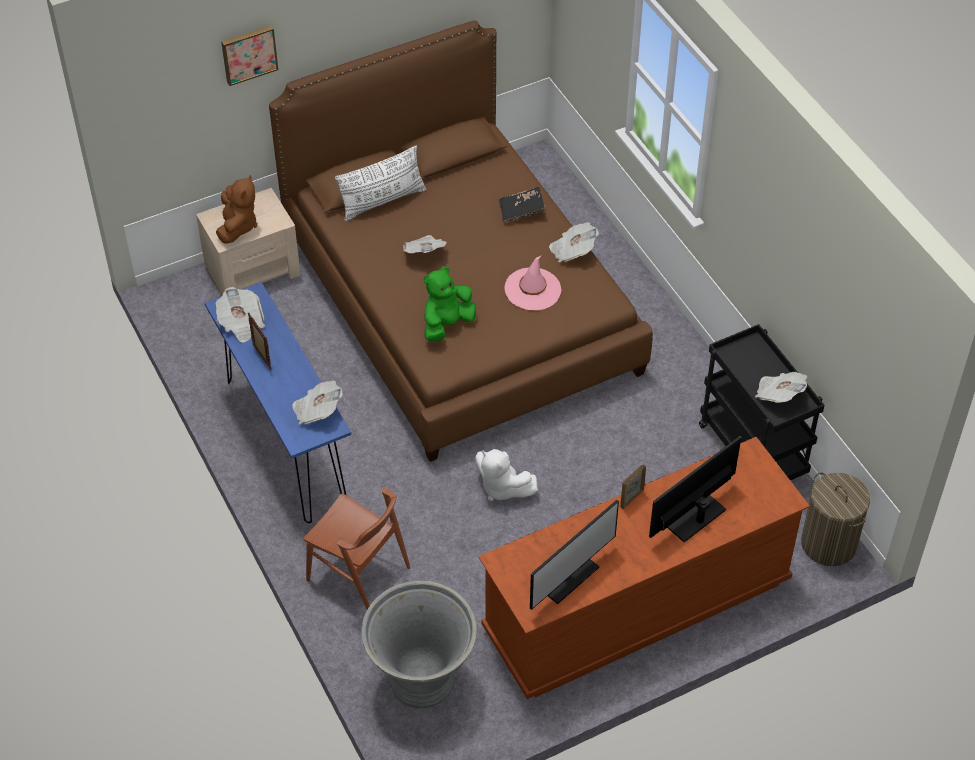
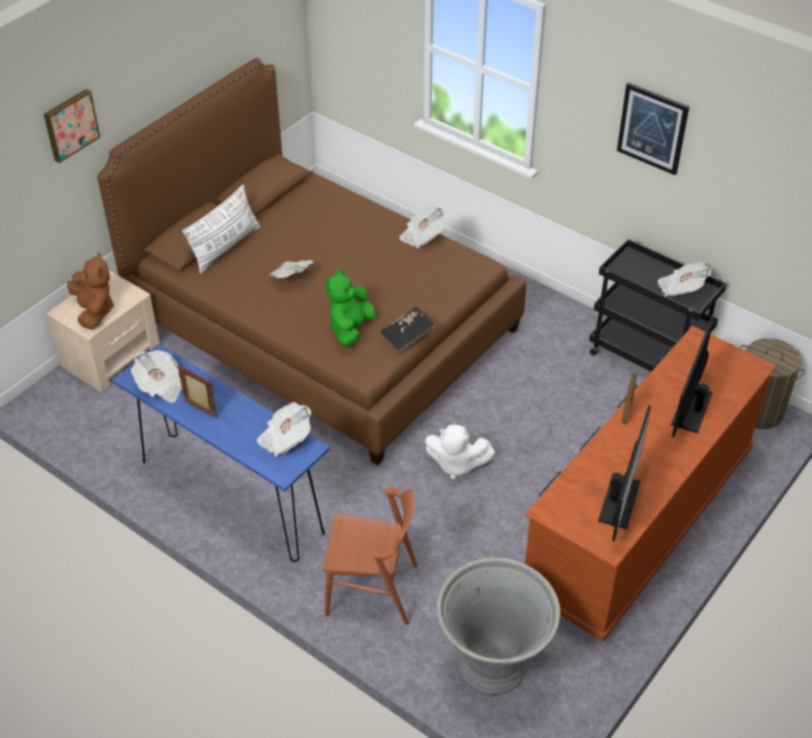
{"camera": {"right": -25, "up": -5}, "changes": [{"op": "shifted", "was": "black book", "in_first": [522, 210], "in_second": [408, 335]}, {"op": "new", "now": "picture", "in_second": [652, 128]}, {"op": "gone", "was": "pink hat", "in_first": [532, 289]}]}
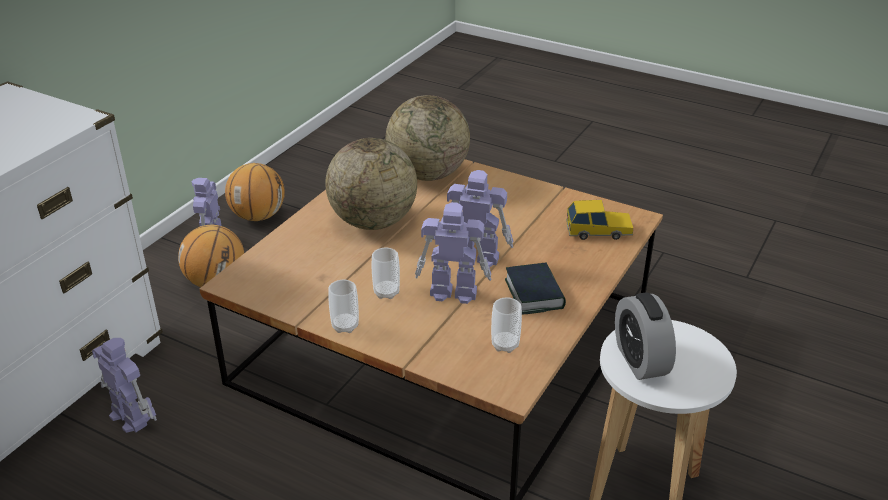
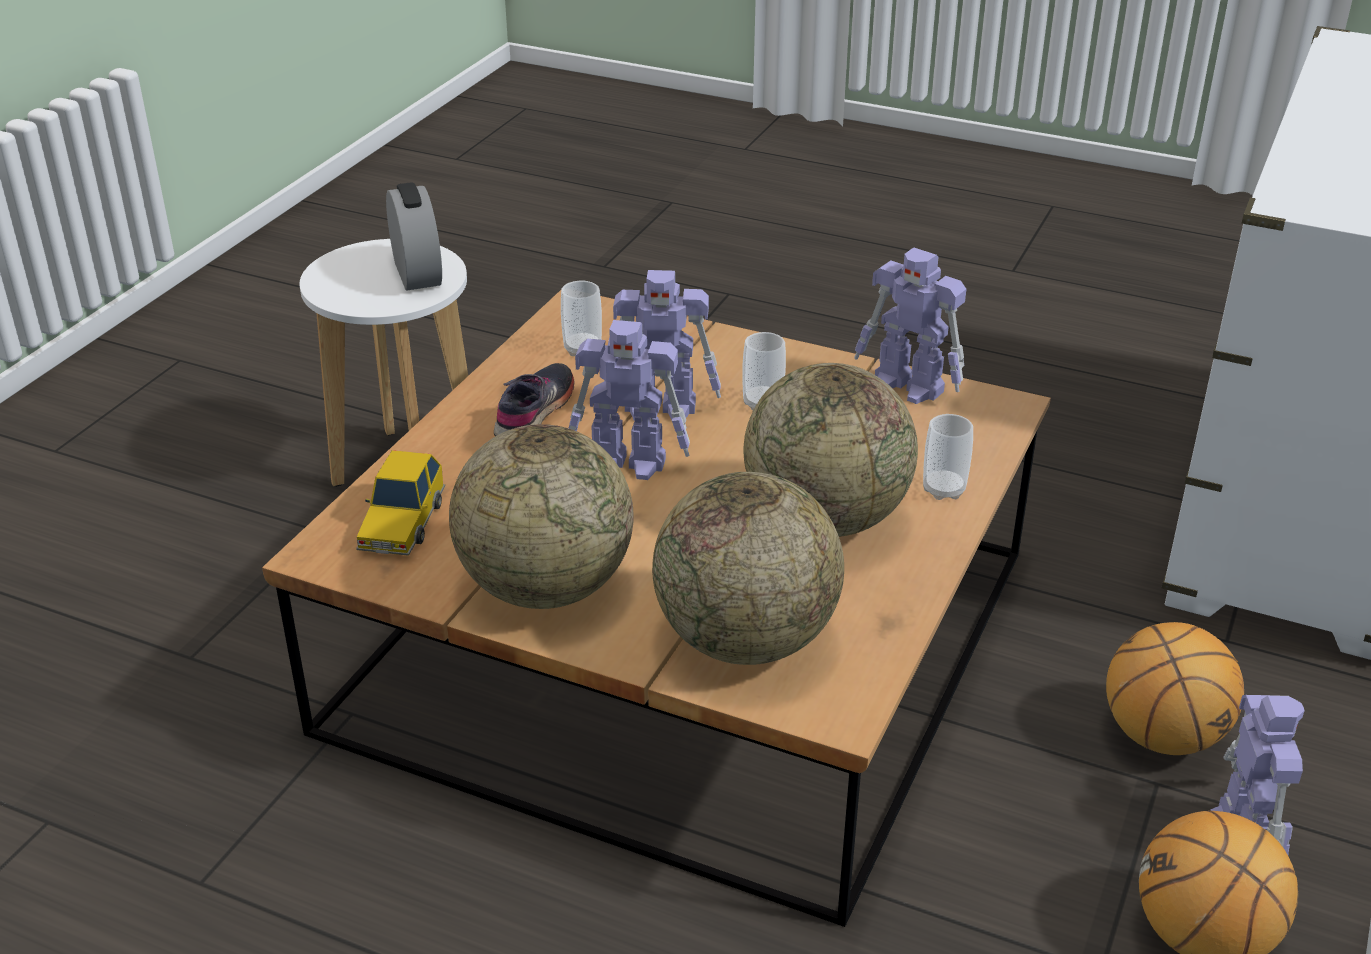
{"camera": {"right": 175, "up": 0}, "changes": [{"op": "rotated", "was": "toy car", "in_first": [598, 231], "in_second": [402, 523], "clockwise": -75}, {"op": "new", "now": "globe", "in_second": [545, 587]}, {"op": "swapped", "was": "book", "now": "grey shoe", "in_first": [534, 294], "in_second": [535, 412]}, {"op": "shifted", "was": "toy robot", "in_first": [130, 416], "in_second": [909, 387]}, {"op": "shifted", "was": "cup", "in_first": [345, 326], "in_second": [944, 489]}]}
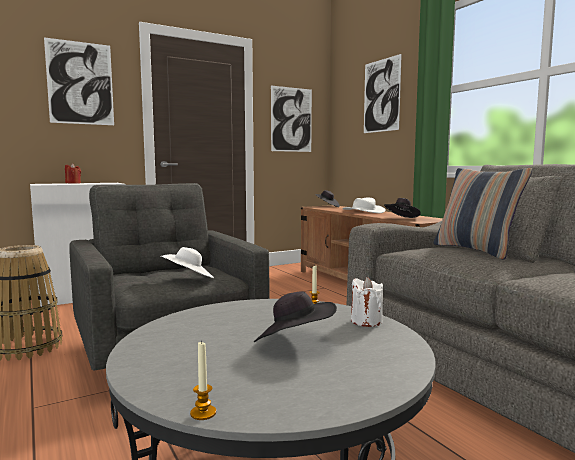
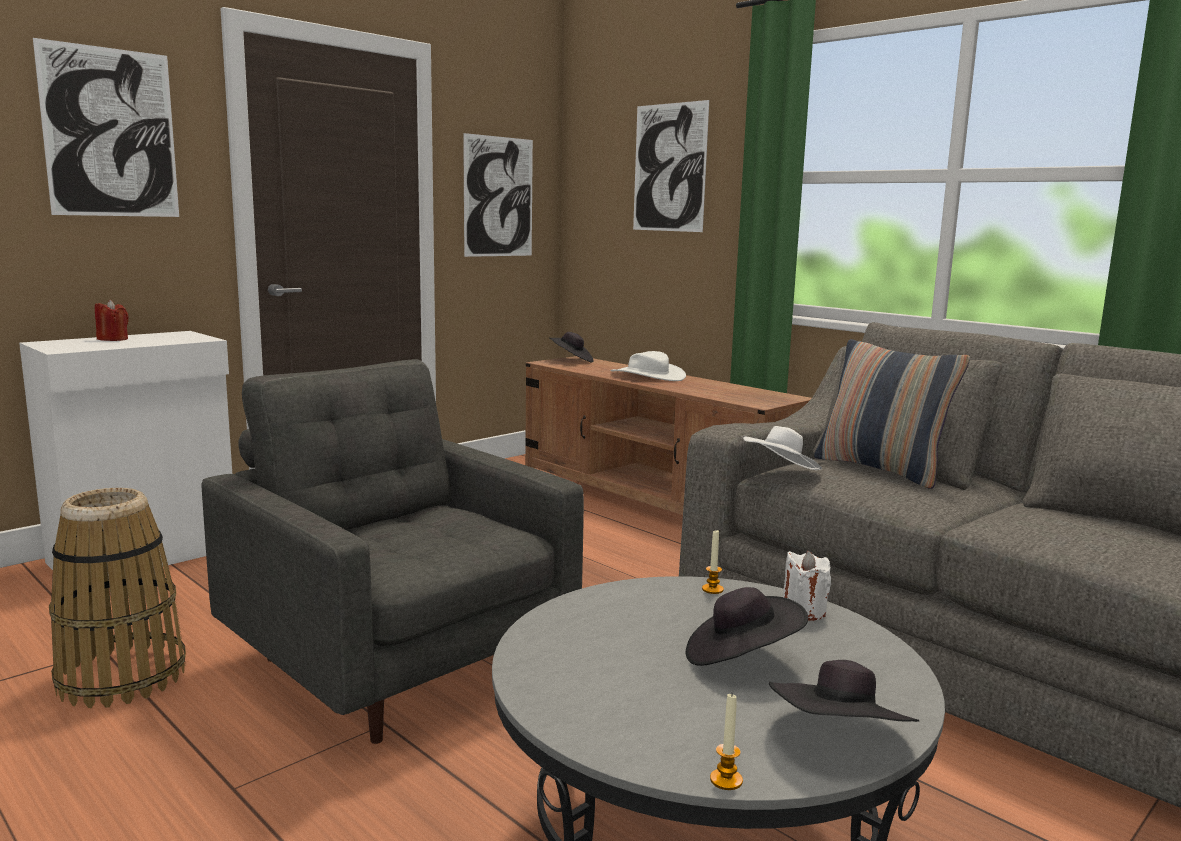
{"camera": {"right": -15, "up": 5}, "changes": [{"op": "shifted", "was": "white hat", "in_first": [189, 278], "in_second": [781, 472]}, {"op": "shifted", "was": "black hat", "in_first": [402, 219], "in_second": [840, 740]}]}
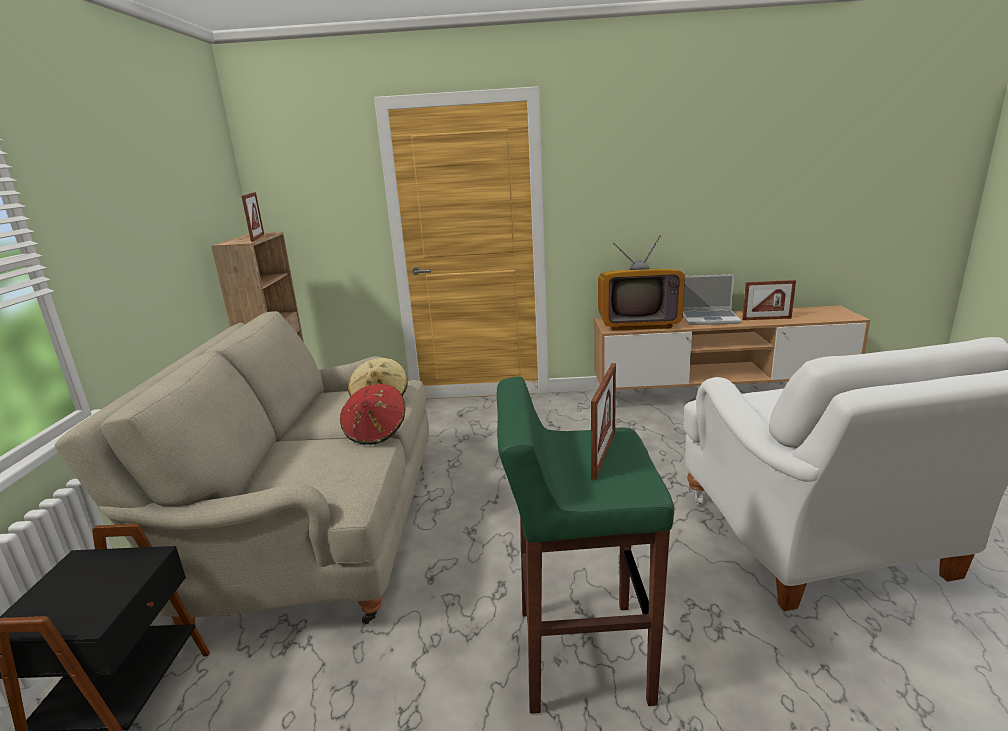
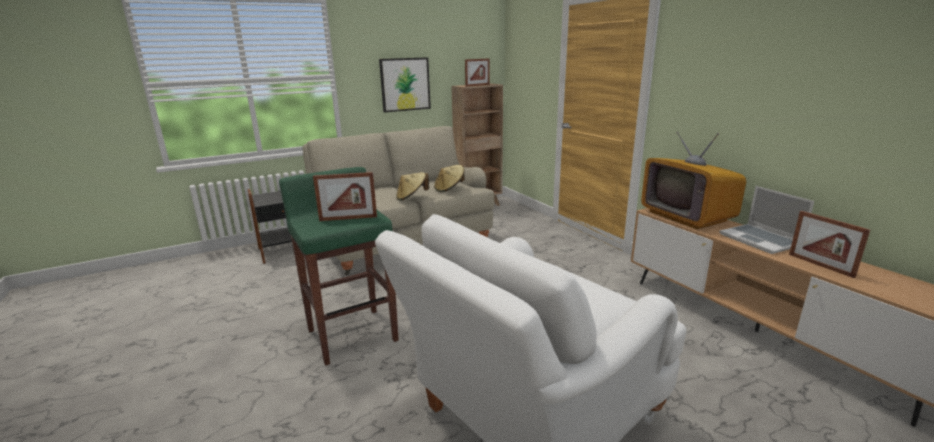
{"camera": {"right": 60, "up": 0}, "changes": [{"op": "new", "now": "picture", "in_second": [405, 84]}, {"op": "repainted", "was": "red hat", "now": "beige hat", "in_first": [376, 432], "in_second": [412, 197]}]}
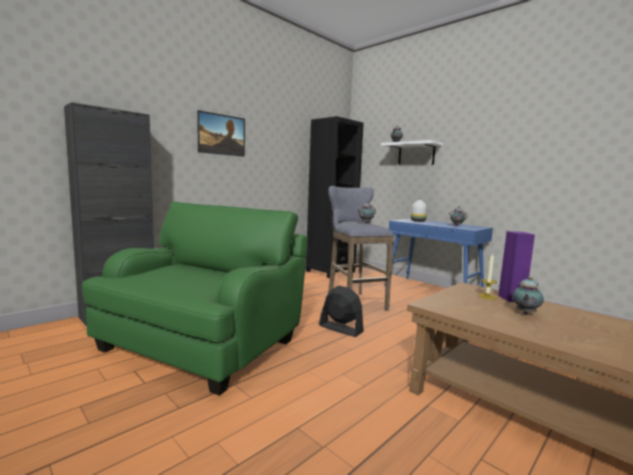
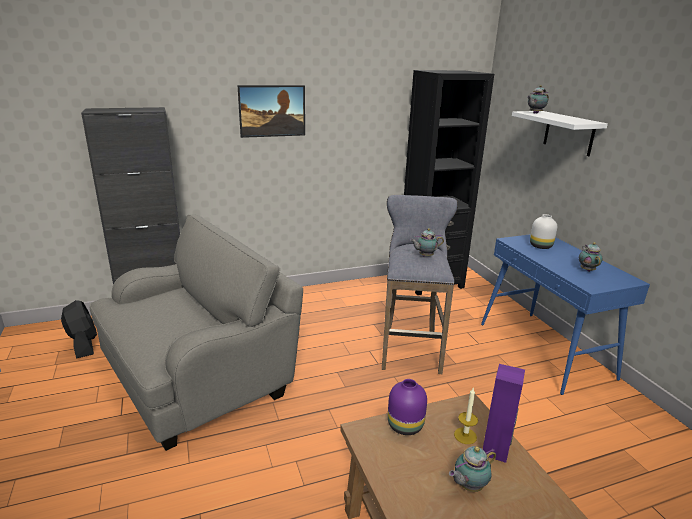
{"camera": {"right": 25, "up": 15}, "changes": [{"op": "shifted", "was": "black fan", "in_first": [340, 329], "in_second": [83, 344]}, {"op": "repainted", "was": "green armchair", "now": "grey armchair", "in_first": [204, 343], "in_second": [200, 376]}, {"op": "new", "now": "purple vase", "in_second": [406, 425]}]}
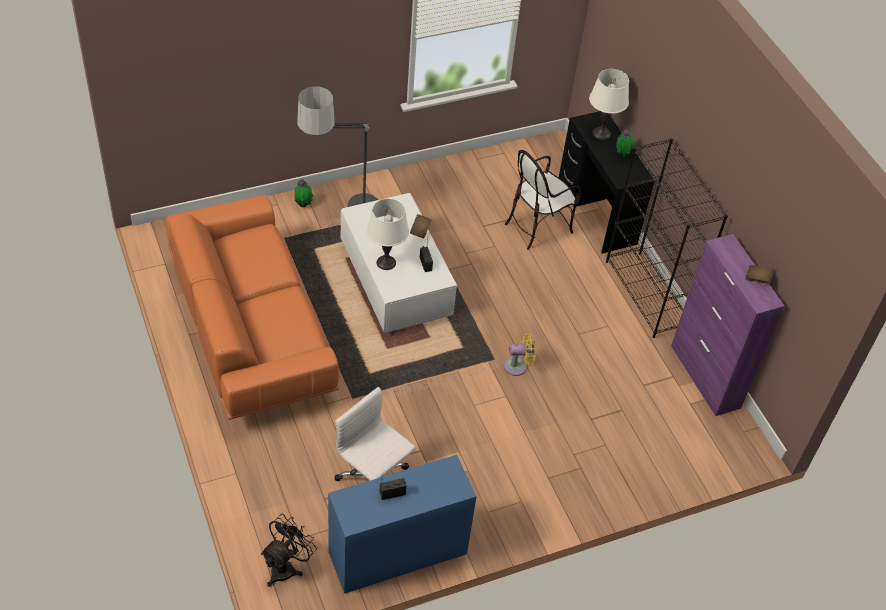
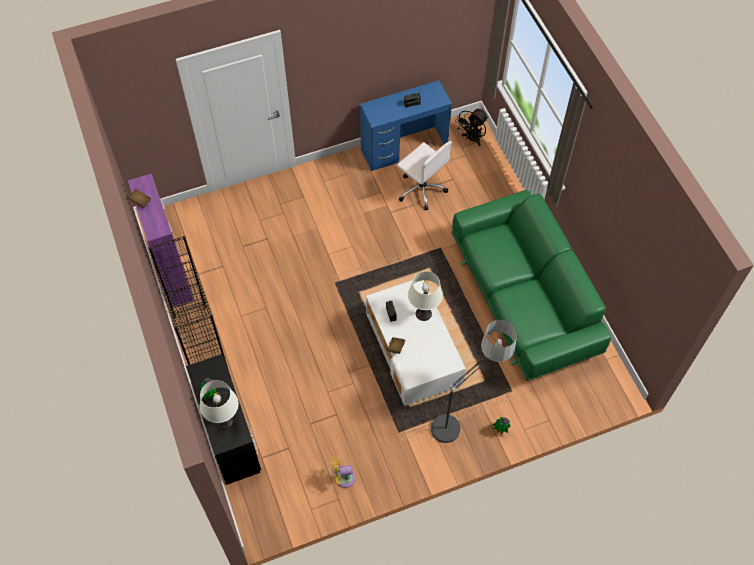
{"camera": {"right": -175, "up": 10}, "changes": [{"op": "shifted", "was": "yellow fan", "in_first": [518, 366], "in_second": [343, 478]}, {"op": "repainted", "was": "orange sofa", "now": "green sofa", "in_first": [251, 330], "in_second": [523, 300]}, {"op": "gone", "was": "chair", "in_first": [538, 226]}]}
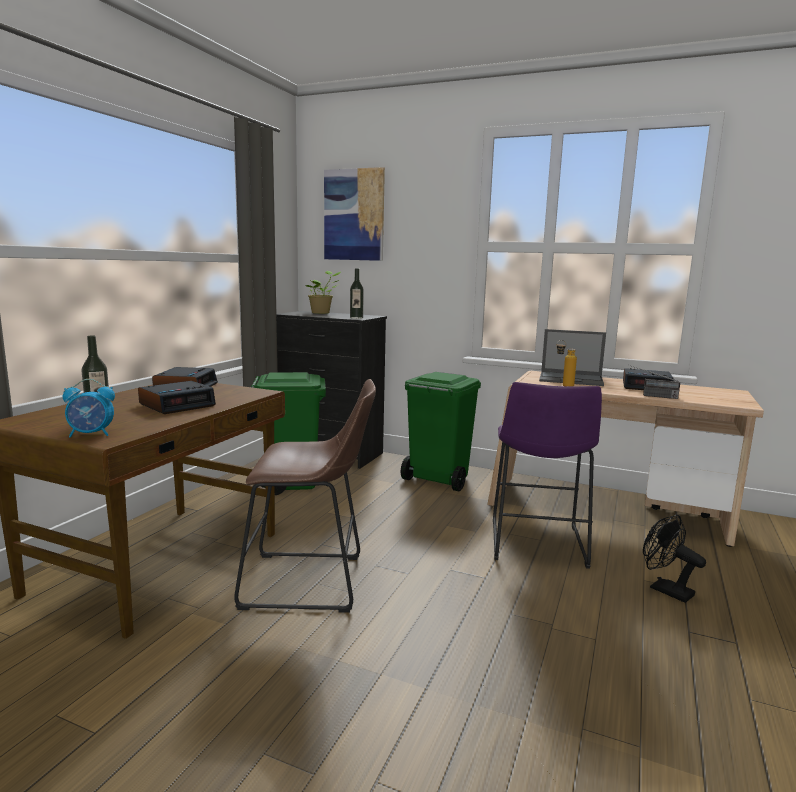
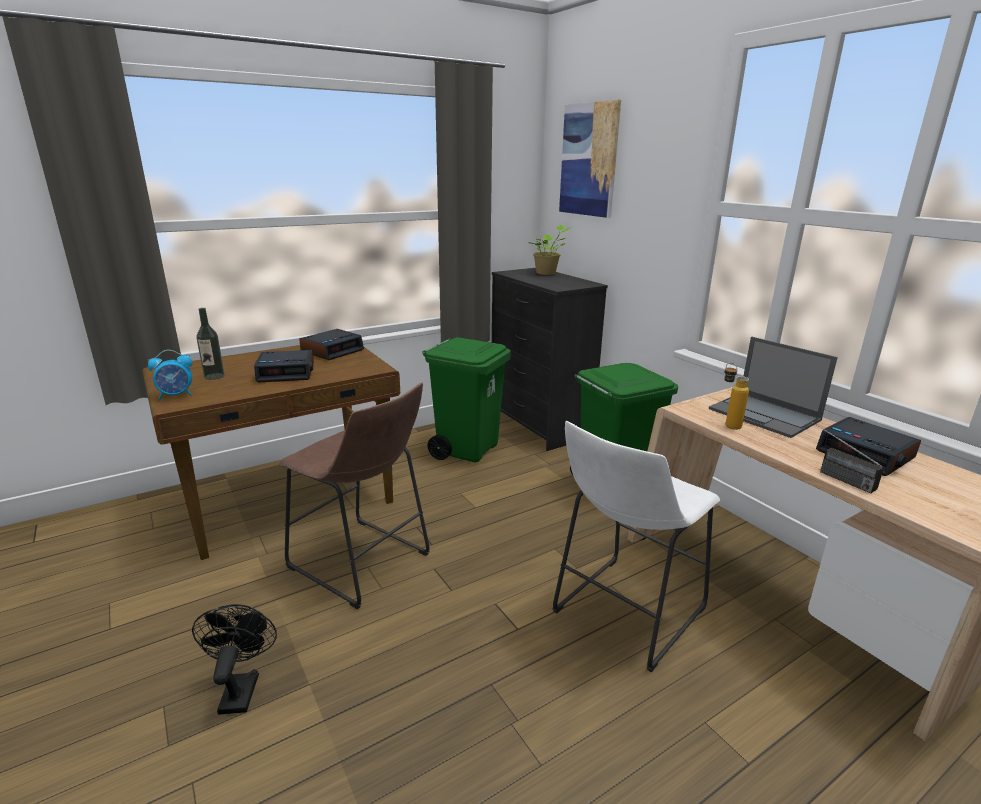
{"camera": {"right": 35, "up": 10}, "changes": [{"op": "rotated", "was": "alarm clock", "in_first": [91, 434], "in_second": [176, 395], "clockwise": -45}, {"op": "shifted", "was": "black fan", "in_first": [665, 589], "in_second": [241, 687]}, {"op": "repainted", "was": "purple stool", "now": "white stool", "in_first": [536, 545], "in_second": [623, 614]}, {"op": "gone", "was": "bottle", "in_first": [356, 318]}]}
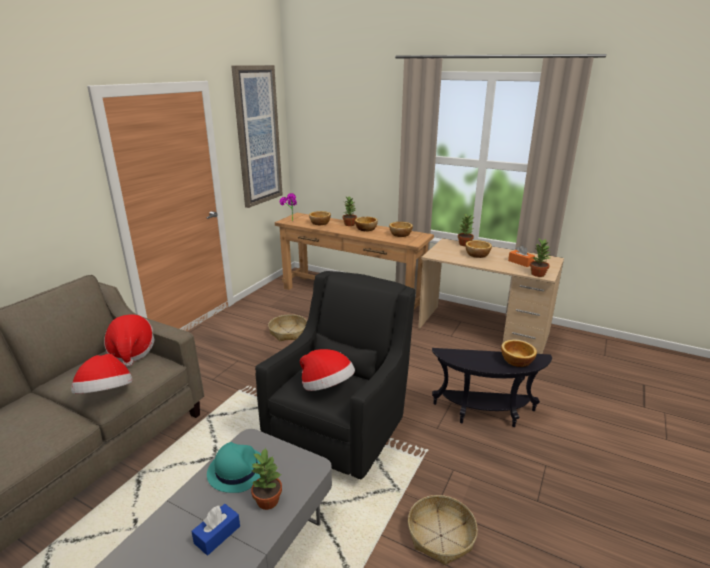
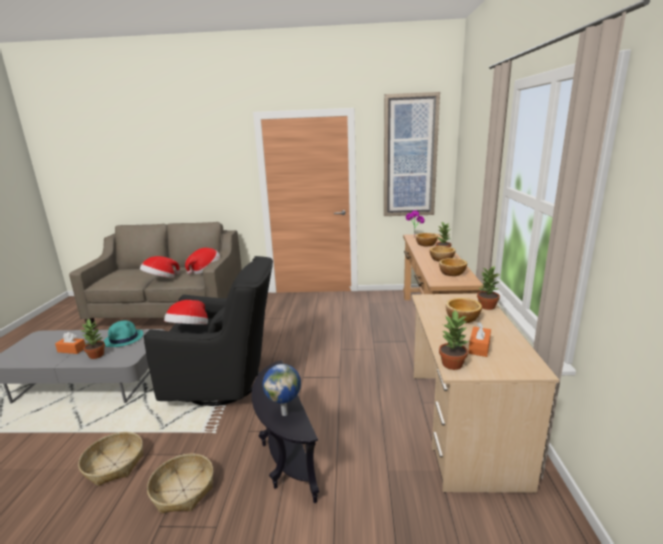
{"camera": {"right": 65, "up": -5}, "changes": [{"op": "repainted", "was": "blue tissue box", "now": "orange tissue box", "in_first": [217, 534], "in_second": [72, 350]}, {"op": "shifted", "was": "basket", "in_first": [288, 333], "in_second": [183, 490]}, {"op": "swapped", "was": "bowl", "now": "globe", "in_first": [516, 360], "in_second": [285, 413]}]}
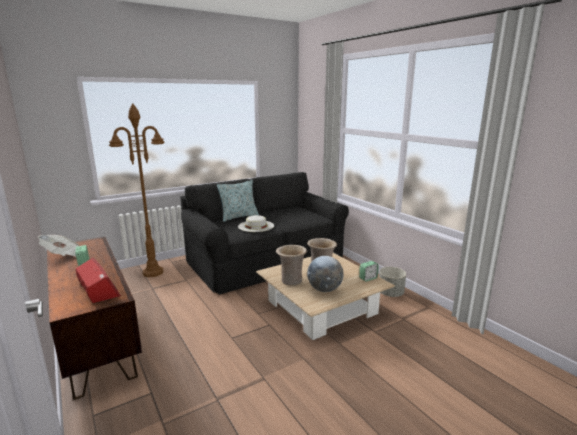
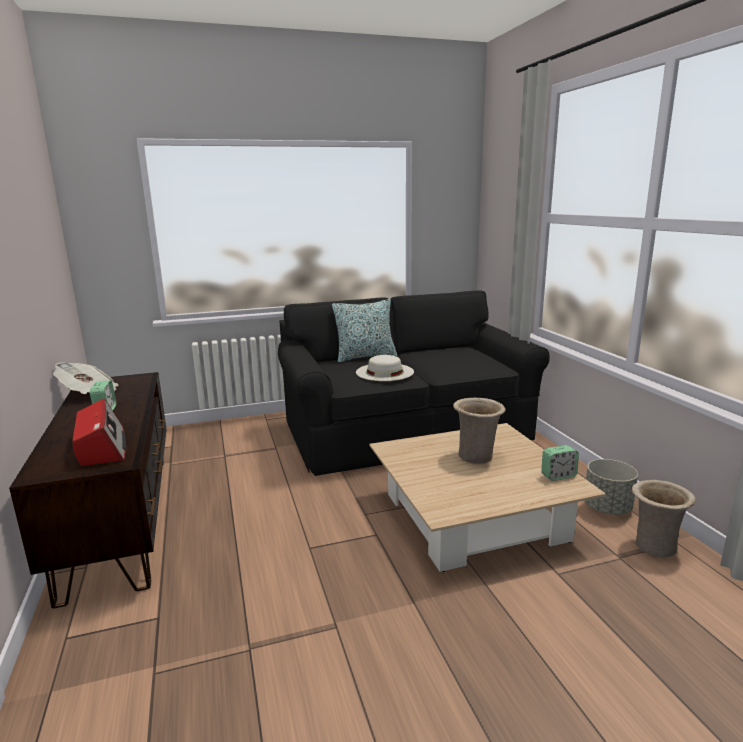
{"camera": {"right": 15, "up": 0}, "changes": [{"op": "shifted", "was": "beige vase", "in_first": [291, 280], "in_second": [653, 545]}, {"op": "gone", "was": "brown floor lamp", "in_first": [153, 272]}, {"op": "gone", "was": "globe", "in_first": [324, 289]}]}
